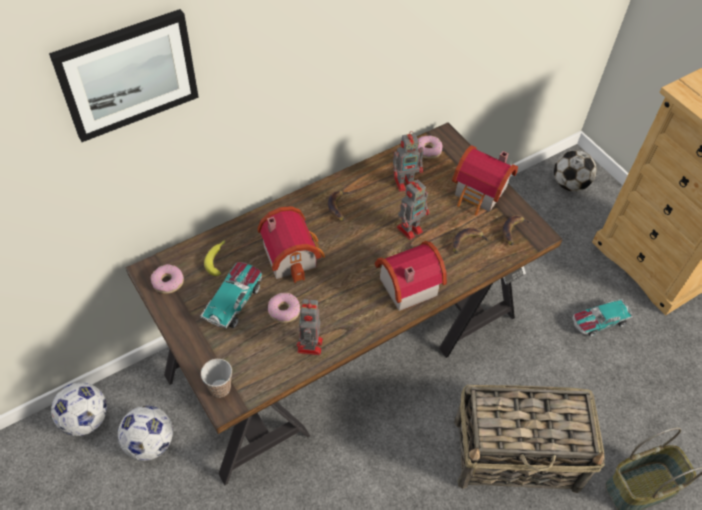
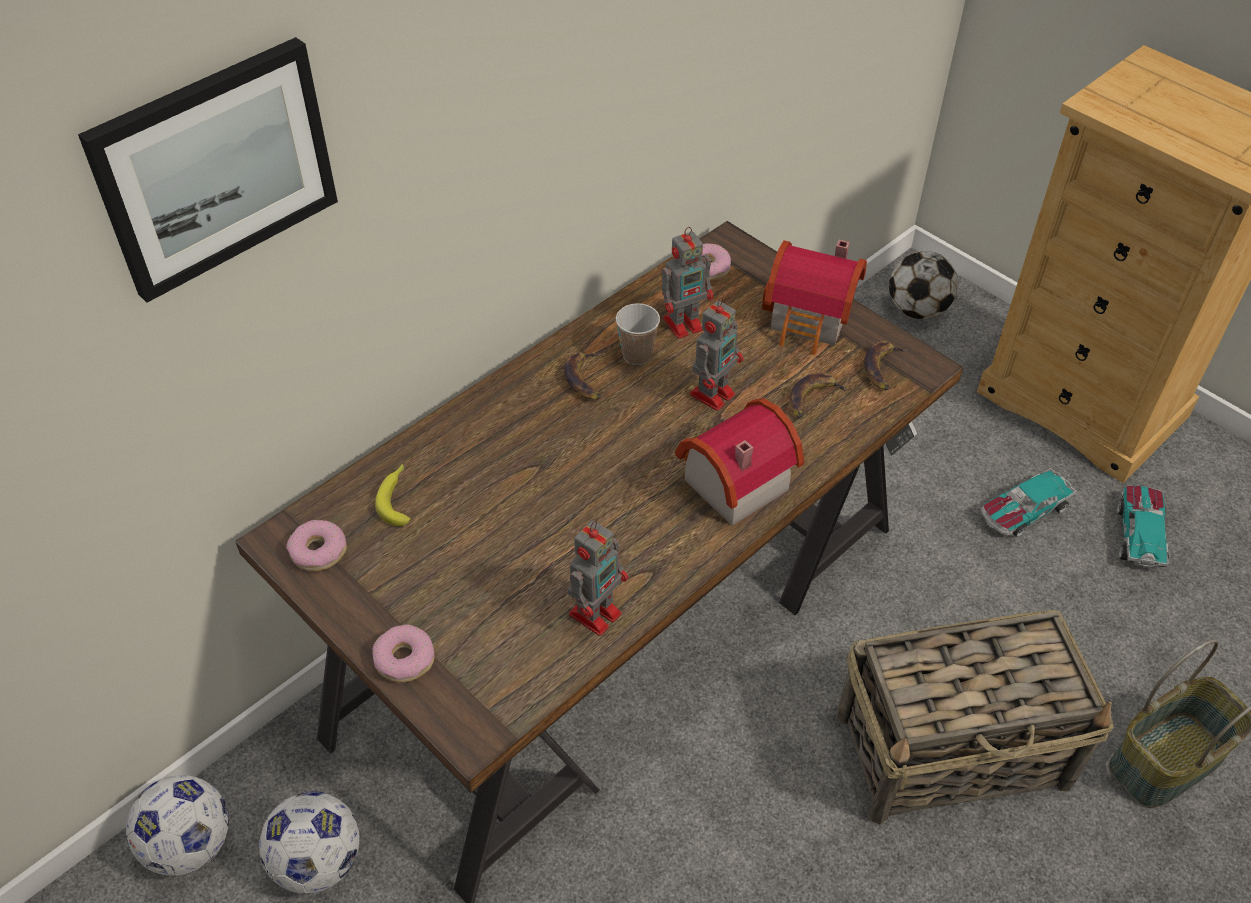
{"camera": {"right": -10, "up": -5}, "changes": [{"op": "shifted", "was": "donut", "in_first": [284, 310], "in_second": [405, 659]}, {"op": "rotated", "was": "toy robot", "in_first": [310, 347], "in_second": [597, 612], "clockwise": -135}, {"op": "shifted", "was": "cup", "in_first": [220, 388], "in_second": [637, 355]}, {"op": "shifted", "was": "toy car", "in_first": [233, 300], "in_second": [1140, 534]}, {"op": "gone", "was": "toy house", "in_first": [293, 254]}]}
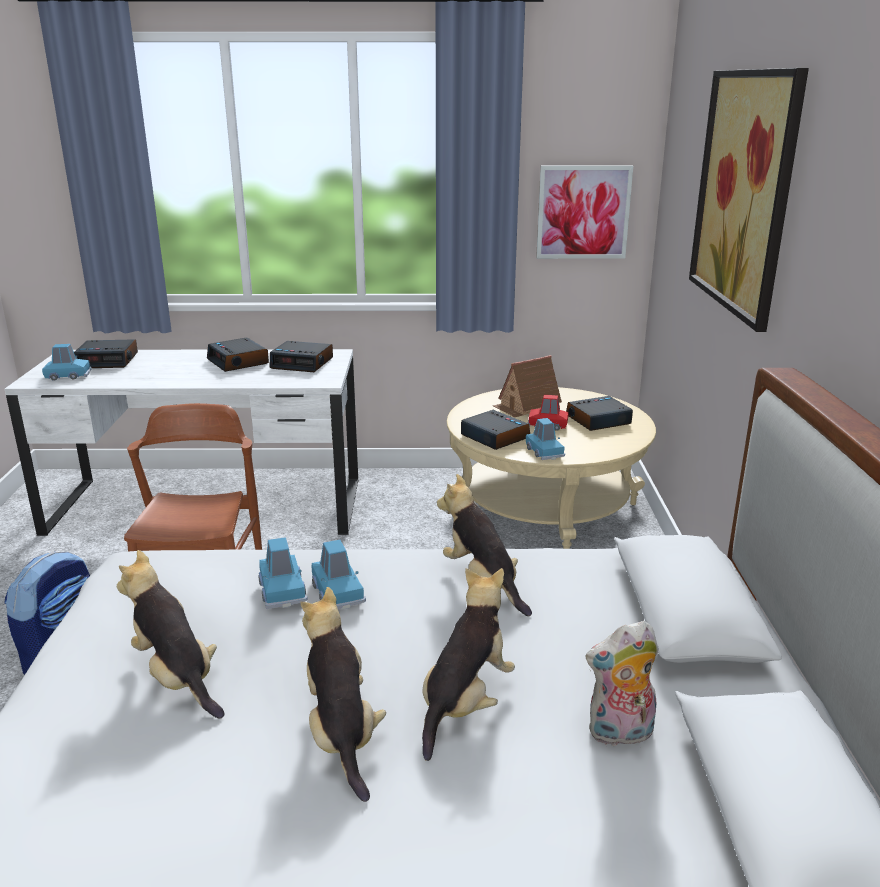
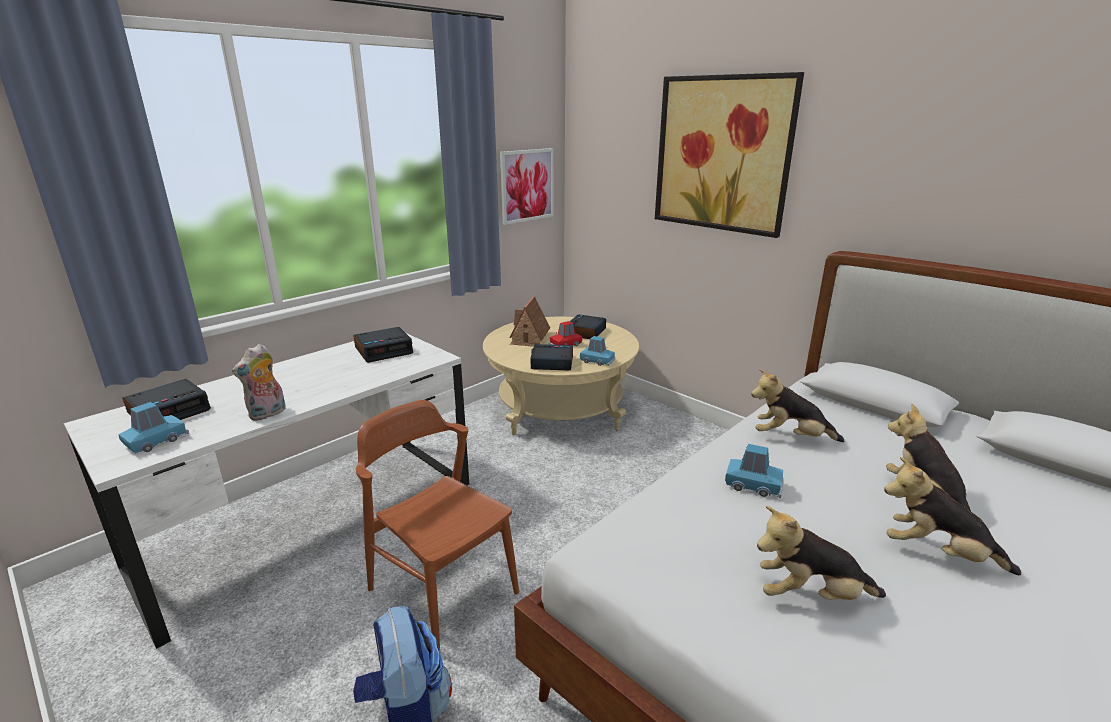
{"camera": {"right": -45, "up": 0}, "changes": [{"op": "shifted", "was": "plush toy", "in_first": [620, 734], "in_second": [268, 414]}, {"op": "gone", "was": "alarm clock", "in_first": [239, 361]}, {"op": "gone", "was": "blue toy car", "in_first": [282, 590]}]}
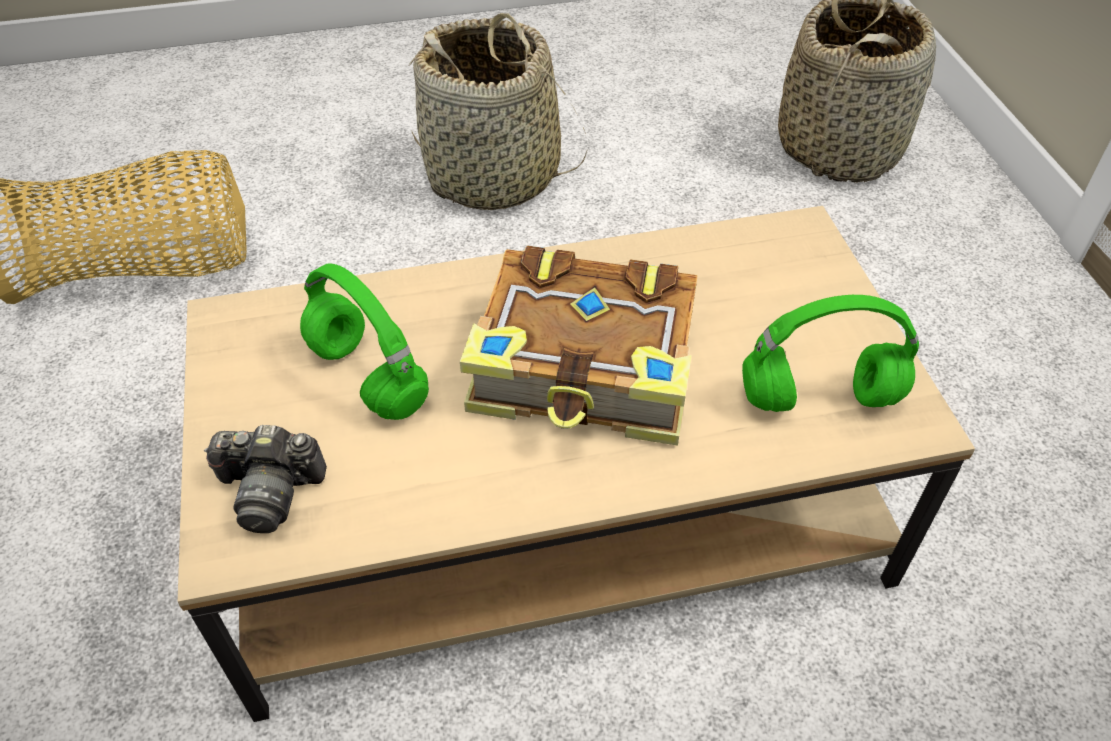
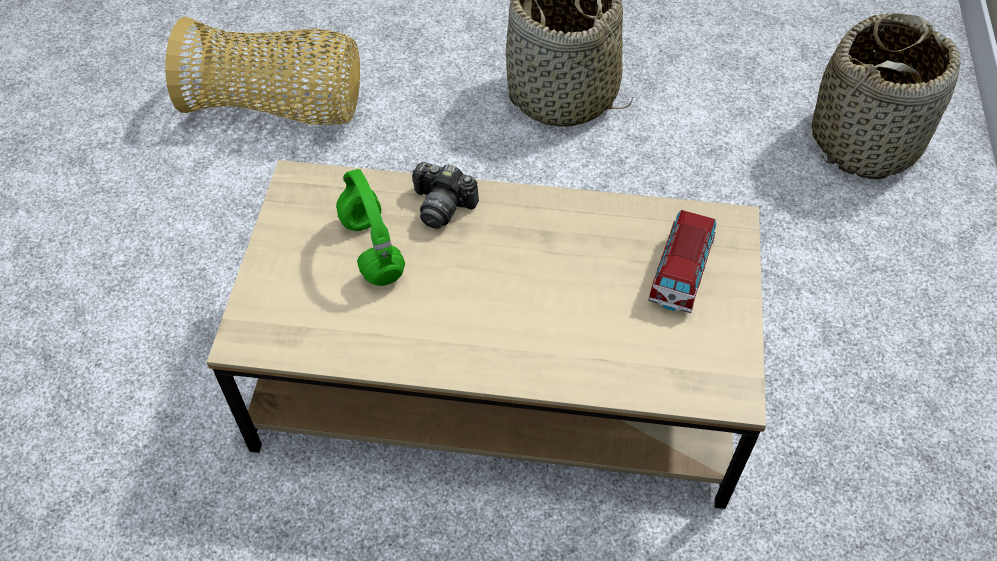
{"camera": {"right": 20, "up": 5}, "changes": [{"op": "shifted", "was": "photo camera", "in_first": [270, 491], "in_second": [442, 205]}, {"op": "new", "now": "toy car", "in_second": [680, 273]}, {"op": "gone", "was": "book", "in_first": [587, 370]}, {"op": "gone", "was": "green headphones", "in_first": [817, 399]}]}
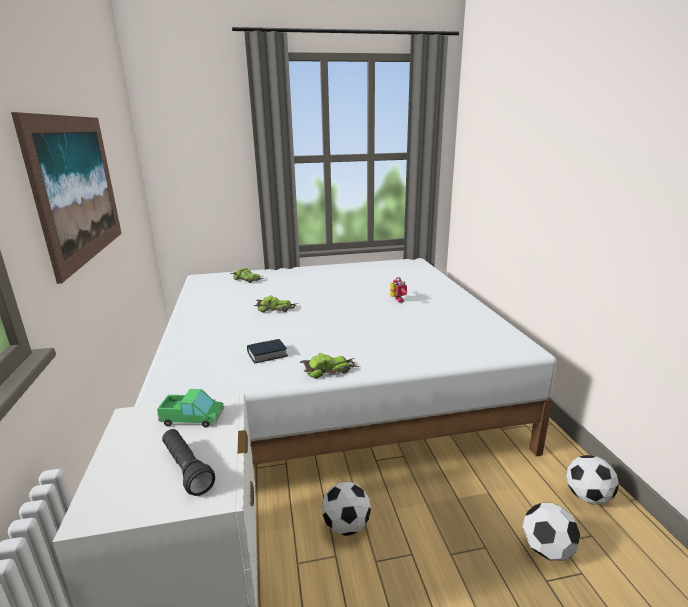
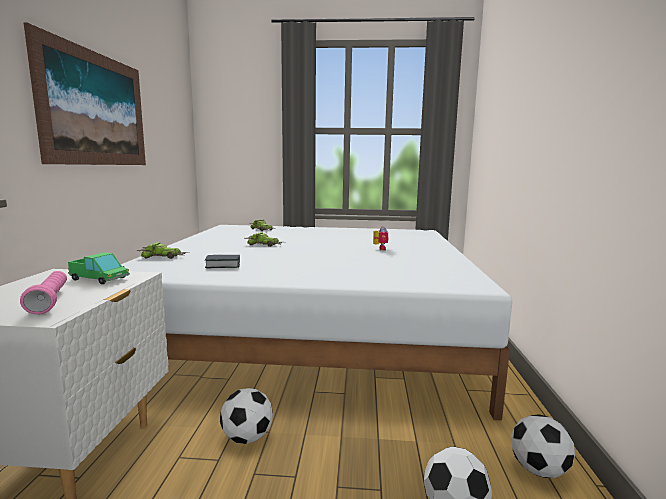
{"camera": {"right": 15, "up": -10}, "changes": [{"op": "repainted", "was": "black flashlight", "now": "pink flashlight", "in_first": [186, 469], "in_second": [50, 301]}, {"op": "shifted", "was": "toy car", "in_first": [329, 370], "in_second": [163, 256]}]}
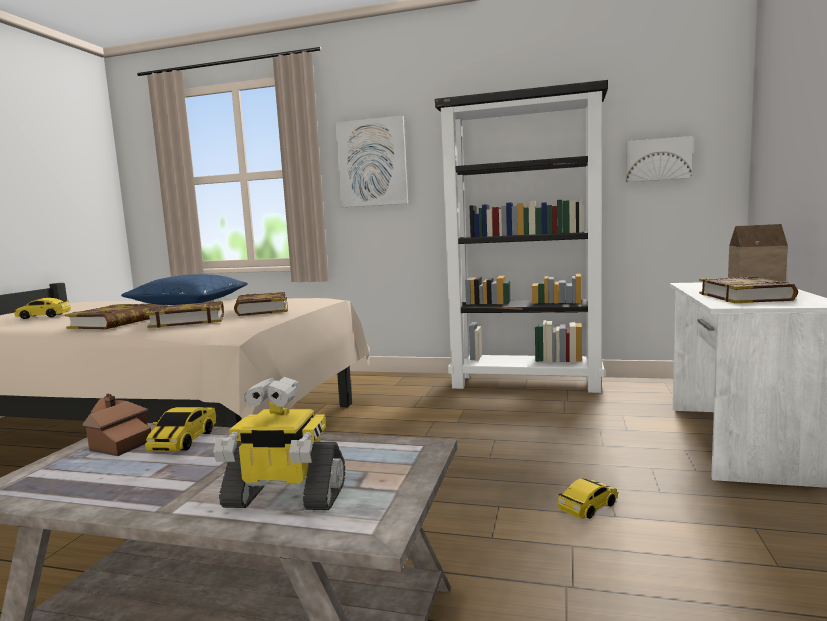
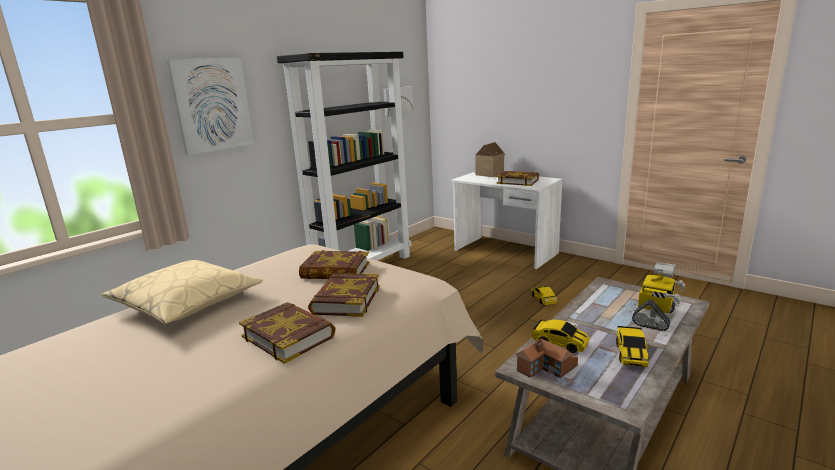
{"camera": {"right": -65, "up": 10}, "changes": [{"op": "repainted", "was": "blue pillow", "now": "beige pillow", "in_first": [190, 302], "in_second": [187, 303]}, {"op": "shifted", "was": "toy car", "in_first": [43, 316], "in_second": [631, 354]}]}
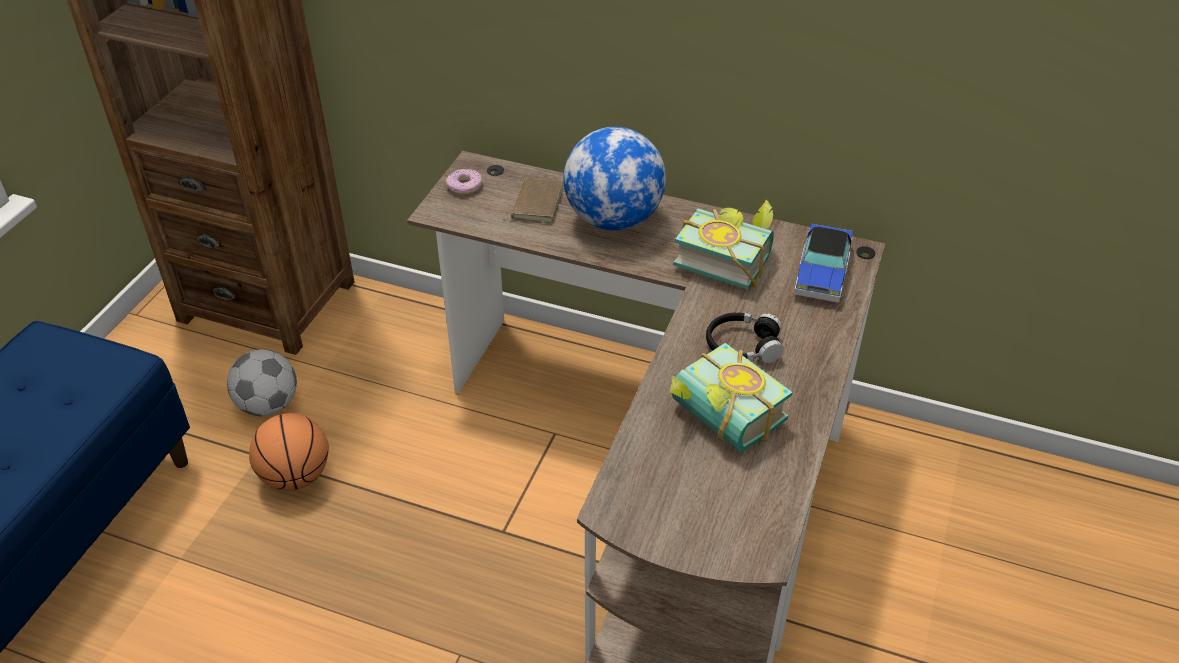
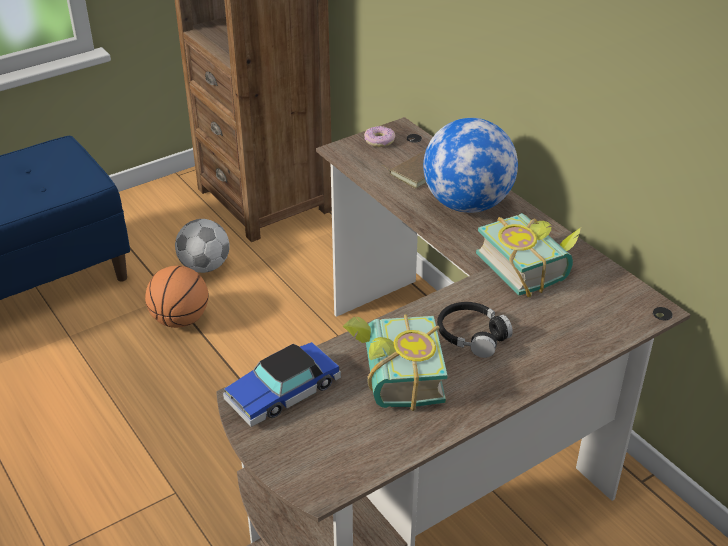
{"camera": {"right": 35, "up": -5}, "changes": [{"op": "shifted", "was": "toy car", "in_first": [822, 271], "in_second": [283, 392]}]}
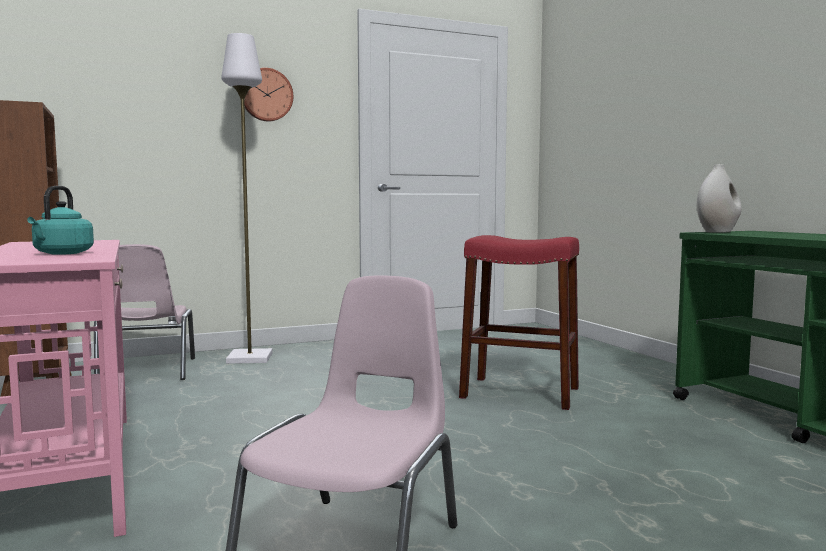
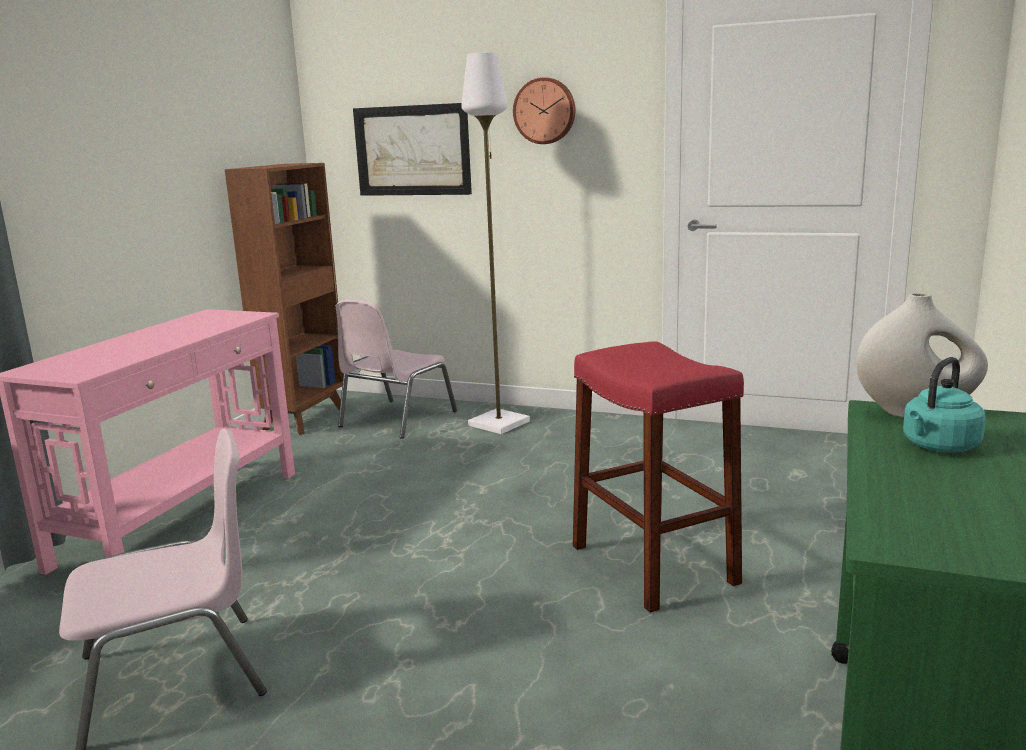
{"camera": {"right": 45, "up": 10}, "changes": [{"op": "new", "now": "picture", "in_second": [412, 150]}, {"op": "shifted", "was": "turquoise kettle", "in_first": [62, 253], "in_second": [938, 447]}]}
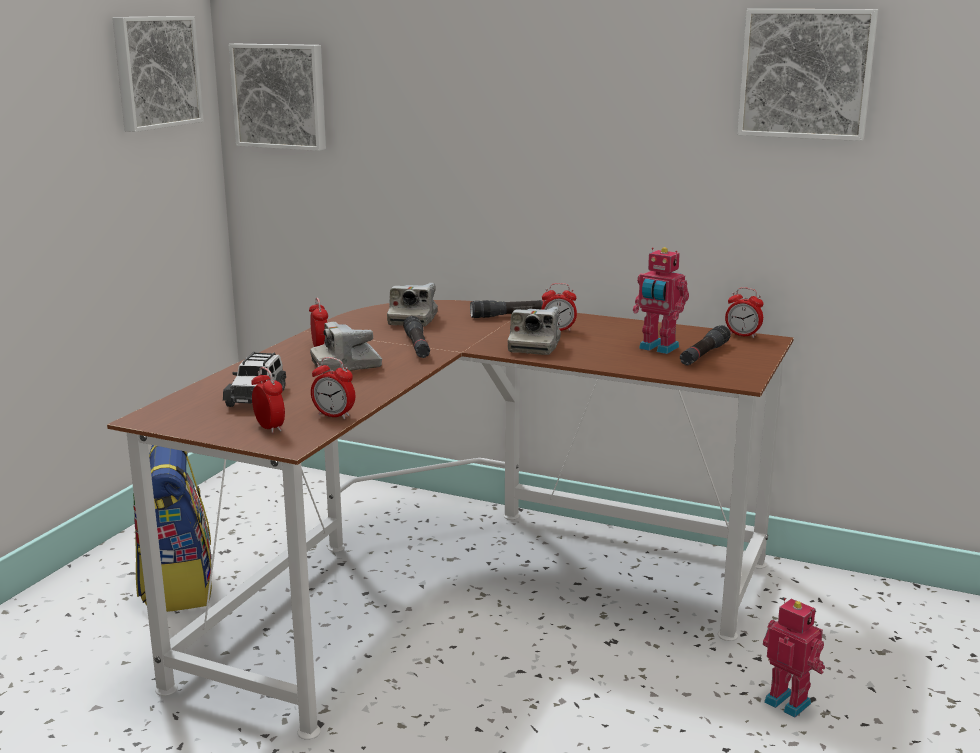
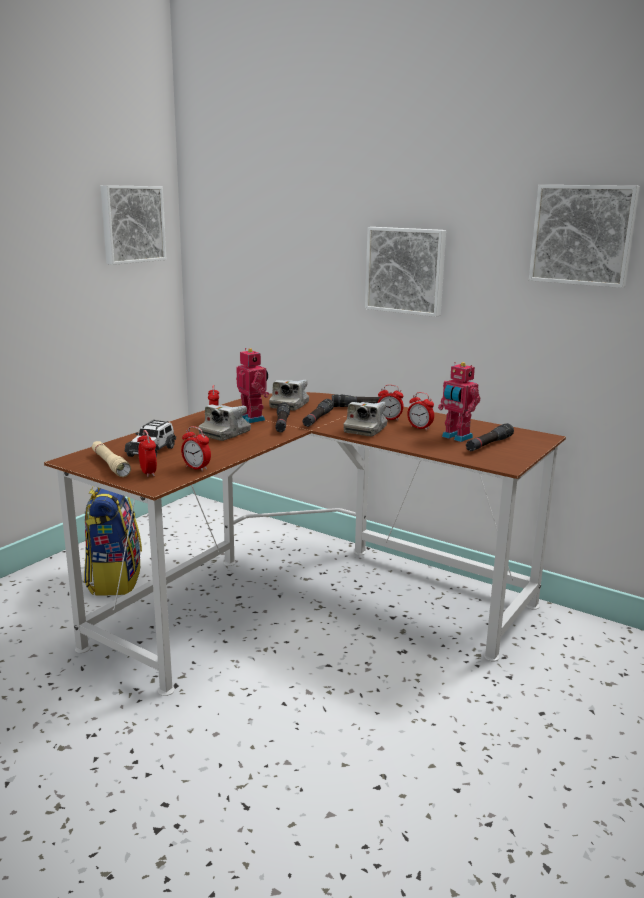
{"camera": {"right": 10, "up": 0}, "changes": [{"op": "new", "now": "beige flashlight", "in_second": [110, 464]}, {"op": "rotated", "was": "photo camera", "in_first": [346, 365], "in_second": [225, 434], "clockwise": -45}, {"op": "shifted", "was": "toy robot", "in_first": [789, 701], "in_second": [253, 419]}, {"op": "new", "now": "black flashlight", "in_second": [317, 419]}, {"op": "shifted", "was": "picture", "in_first": [280, 96], "in_second": [406, 270]}, {"op": "shifted", "was": "alarm clock", "in_first": [742, 335], "in_second": [420, 428]}]}
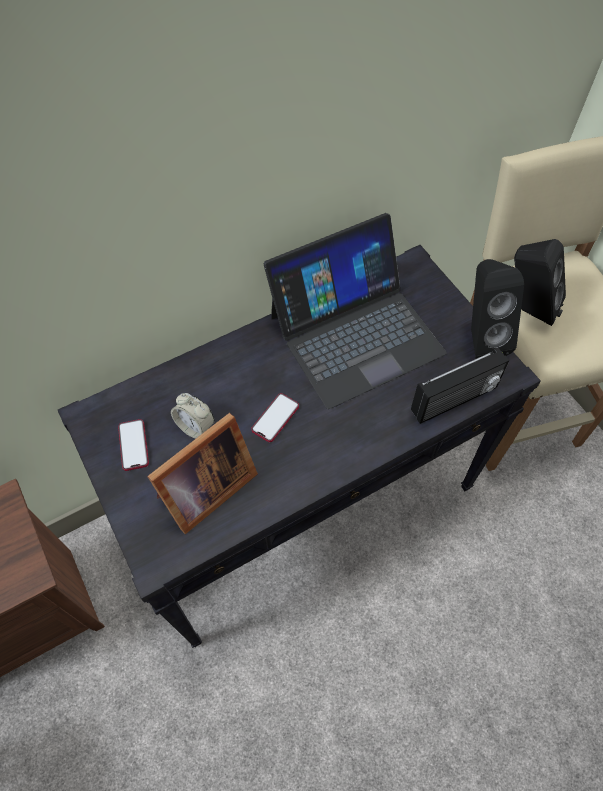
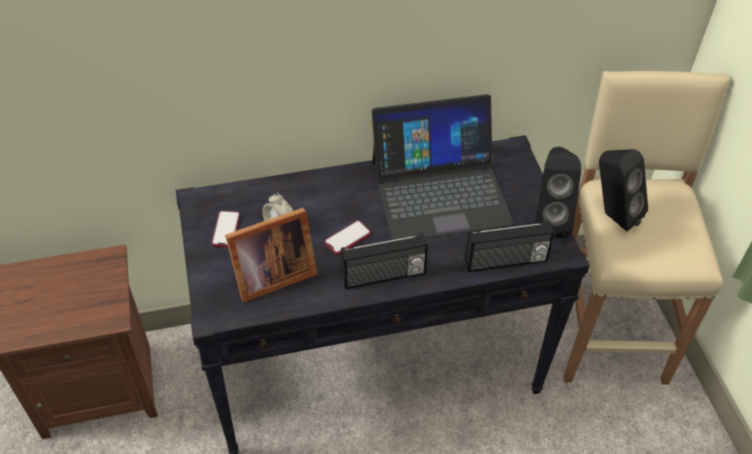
{"camera": {"right": 15, "up": -10}, "changes": [{"op": "new", "now": "radio", "in_second": [384, 276]}]}
